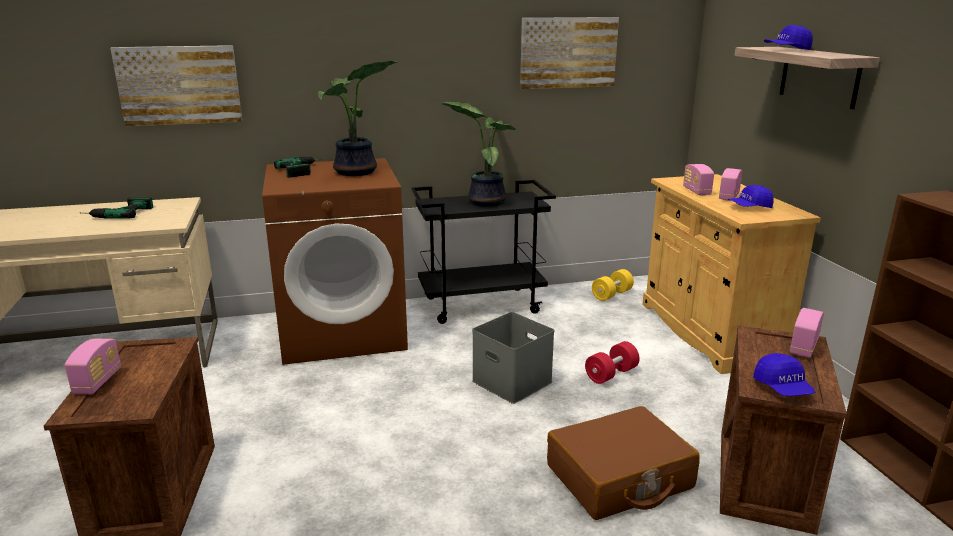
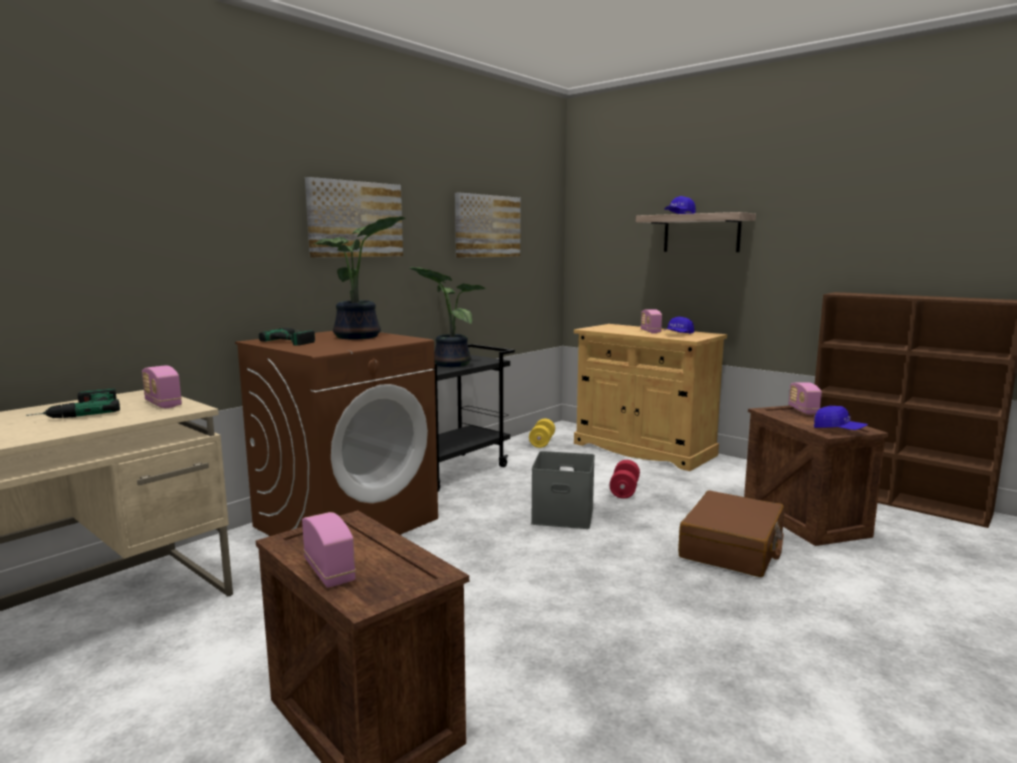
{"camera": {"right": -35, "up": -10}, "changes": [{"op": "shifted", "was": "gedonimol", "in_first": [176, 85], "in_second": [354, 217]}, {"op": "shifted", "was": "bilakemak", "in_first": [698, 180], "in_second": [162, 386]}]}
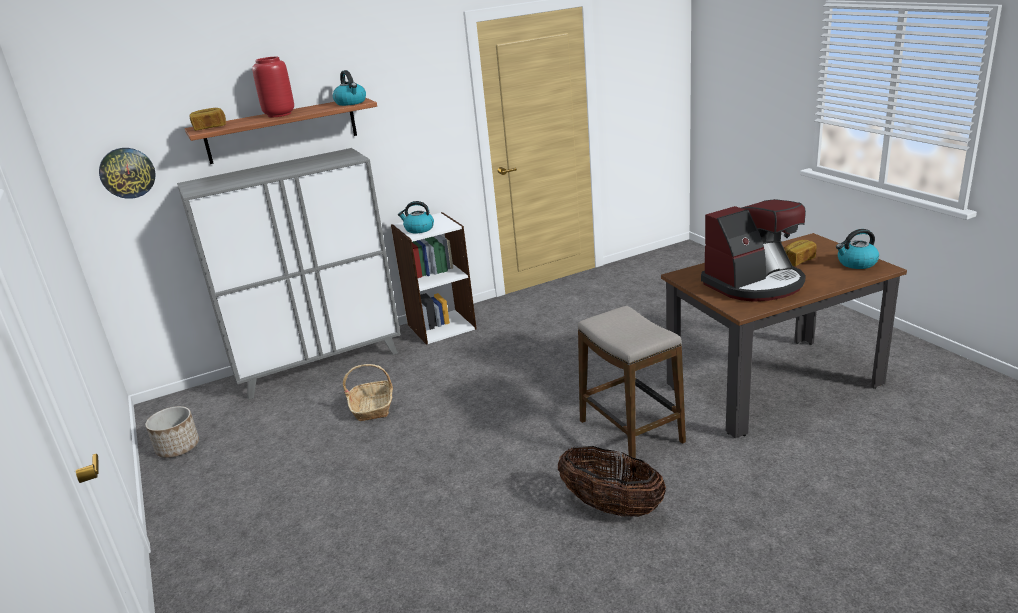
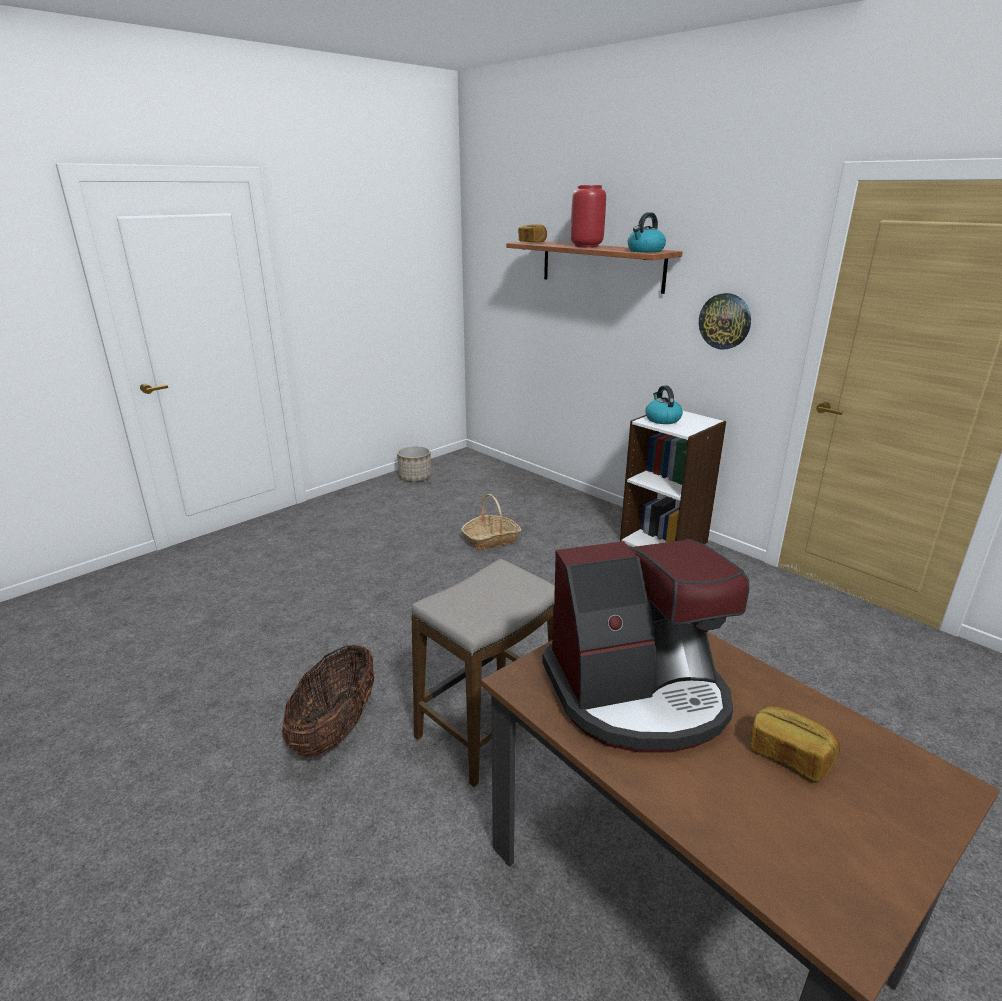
{"camera": {"right": 70, "up": 0}, "changes": [{"op": "shifted", "was": "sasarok", "in_first": [127, 173], "in_second": [725, 321]}, {"op": "gone", "was": "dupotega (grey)", "in_first": [289, 274]}, {"op": "rotated", "was": "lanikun", "in_first": [753, 250], "in_second": [645, 645], "clockwise": -60}, {"op": "gone", "was": "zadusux", "in_first": [857, 249]}]}
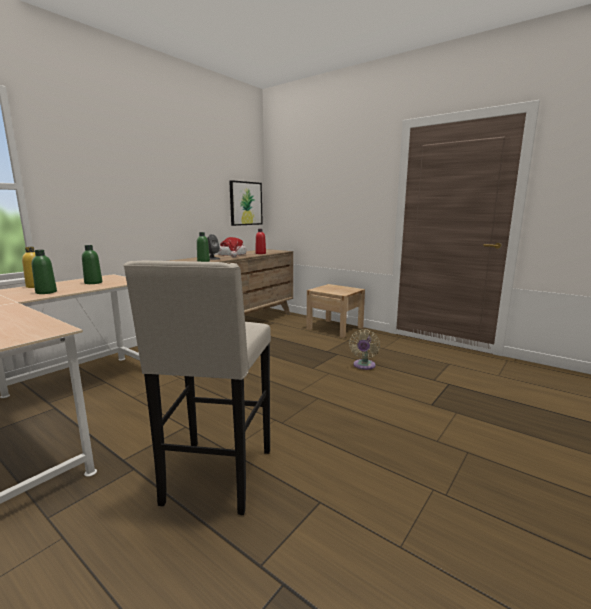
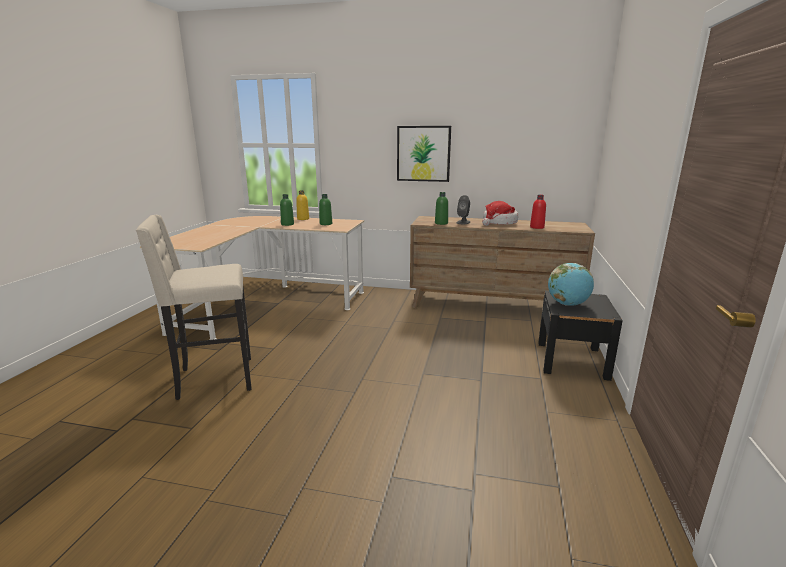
{"camera": {"right": 65, "up": 5}, "changes": [{"op": "shifted", "was": "gedonimol", "in_first": [246, 203], "in_second": [424, 154]}, {"op": "repainted", "was": "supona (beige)", "now": "supona (black)", "in_first": [336, 311], "in_second": [580, 336]}, {"op": "gone", "was": "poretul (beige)", "in_first": [364, 349]}, {"op": "new", "now": "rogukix", "in_second": [571, 284]}]}
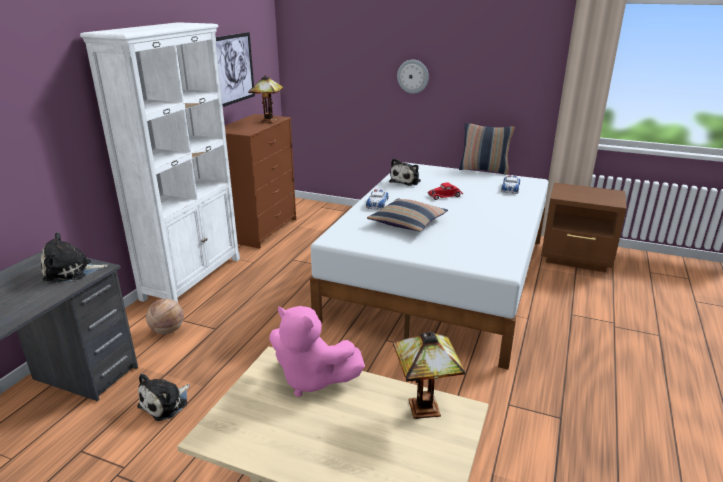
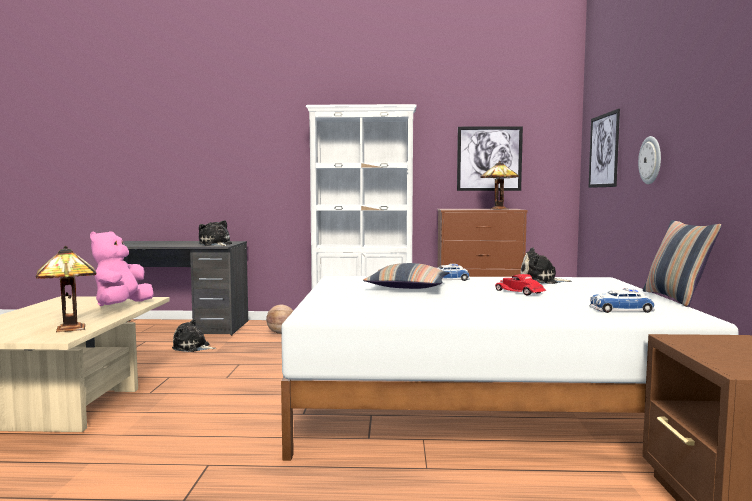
{"camera": {"right": 70, "up": -20}, "changes": [{"op": "new", "now": "gedonimol", "in_second": [604, 148]}]}
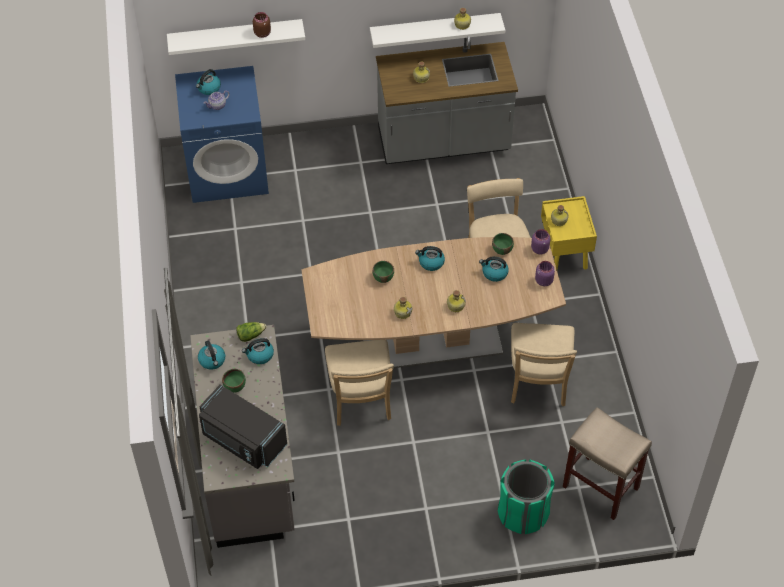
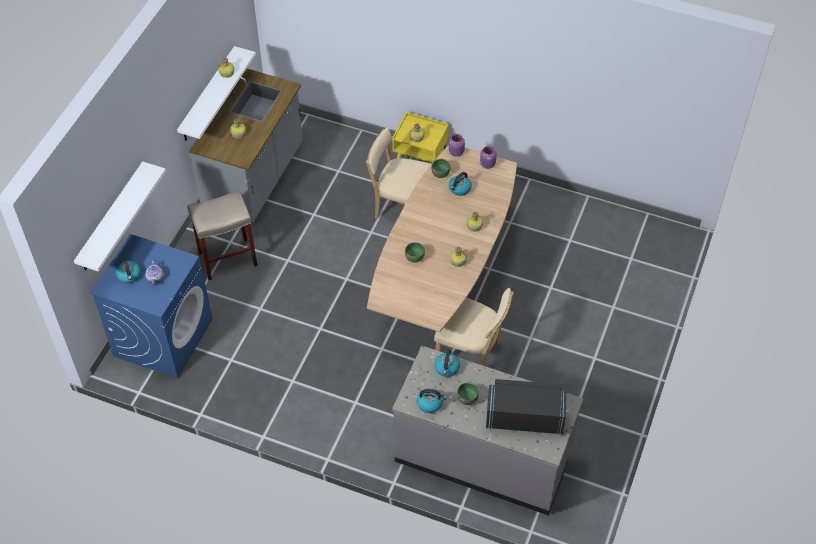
{"camera": {"right": -60, "up": 0}, "changes": [{"op": "gone", "was": "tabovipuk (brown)", "in_first": [262, 25]}, {"op": "gone", "was": "zadusux", "in_first": [430, 258]}, {"op": "gone", "was": "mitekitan", "in_first": [251, 332]}, {"op": "gone", "was": "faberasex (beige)", "in_first": [544, 364]}, {"op": "rotated", "was": "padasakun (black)", "in_first": [243, 426], "in_second": [526, 407], "clockwise": -150}, {"op": "shifted", "was": "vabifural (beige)", "in_first": [607, 463], "in_second": [222, 235]}, {"op": "gone", "was": "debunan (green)", "in_first": [526, 496]}]}
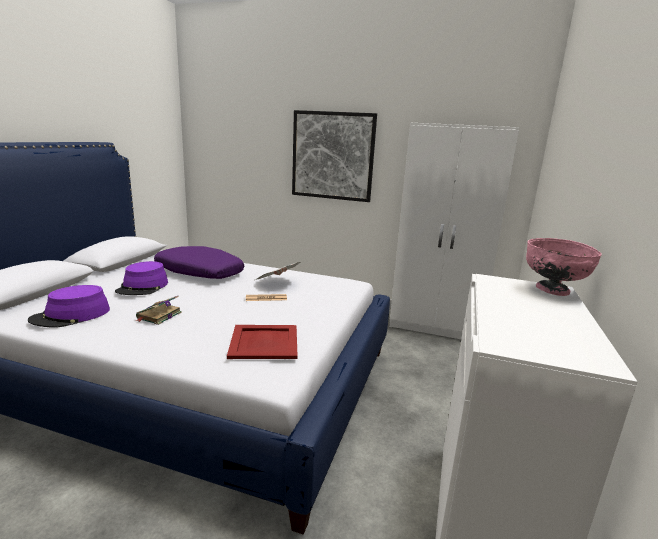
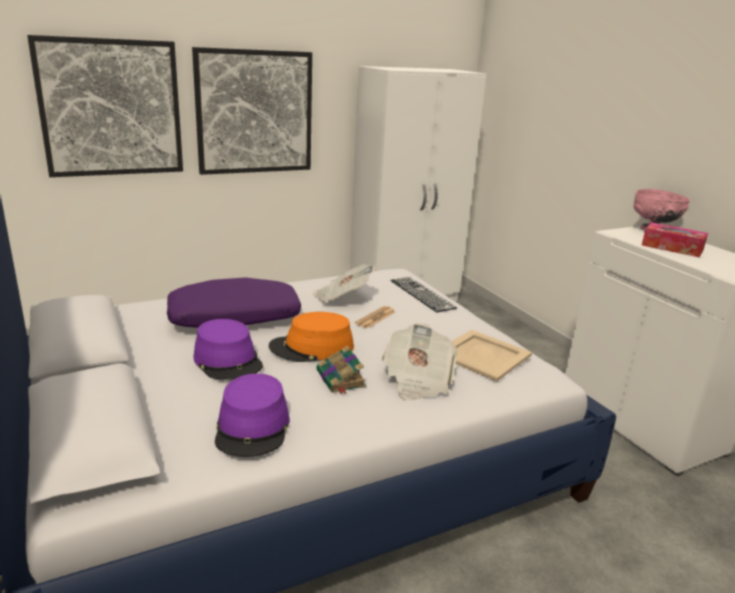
{"camera": {"right": -45, "up": 5}, "changes": [{"op": "repainted", "was": "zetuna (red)", "now": "zetuna (beige)", "in_first": [262, 342], "in_second": [492, 355]}, {"op": "new", "now": "gedonimol", "in_second": [105, 106]}, {"op": "new", "now": "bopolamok", "in_second": [675, 239]}, {"op": "new", "now": "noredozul", "in_second": [423, 294]}, {"op": "new", "now": "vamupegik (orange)", "in_second": [311, 337]}, {"op": "new", "now": "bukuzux", "in_second": [420, 361]}]}
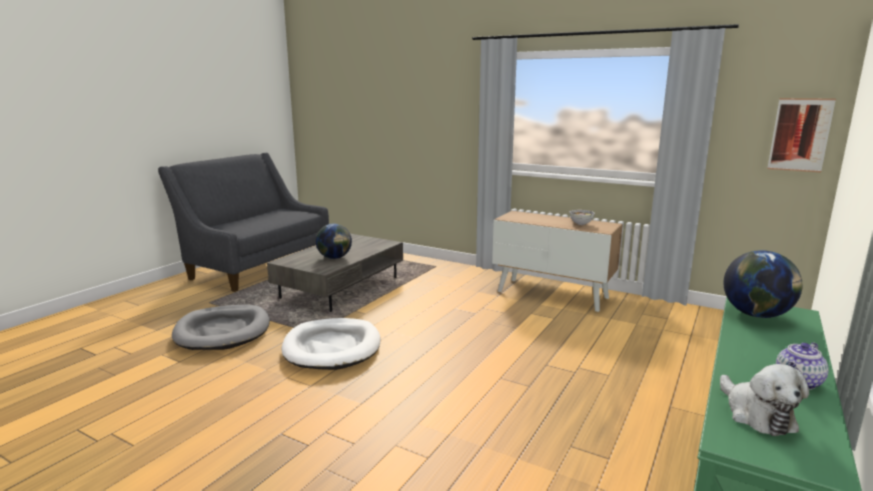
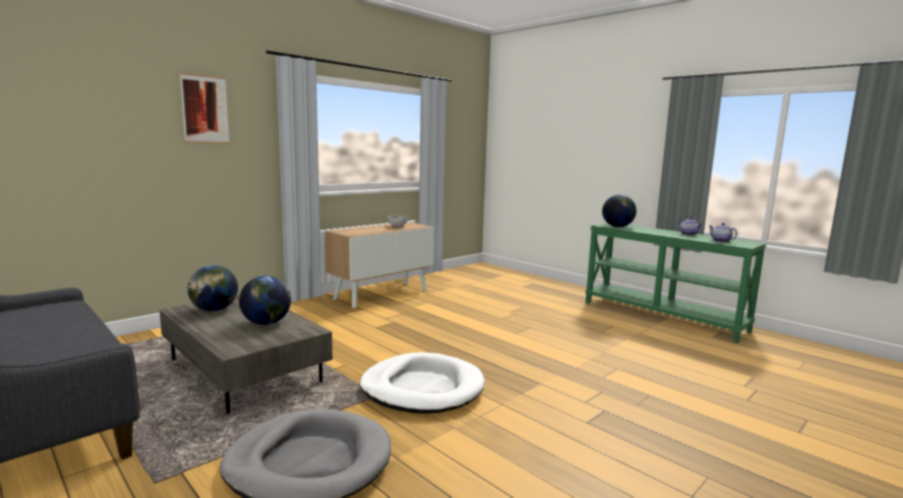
{"camera": {"right": -75, "up": -5}, "changes": [{"op": "shifted", "was": "gedonimol", "in_first": [801, 135], "in_second": [204, 108]}, {"op": "swapped", "was": "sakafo", "now": "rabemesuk", "in_first": [764, 400], "in_second": [723, 232]}, {"op": "new", "now": "rogukix", "in_second": [213, 288]}]}
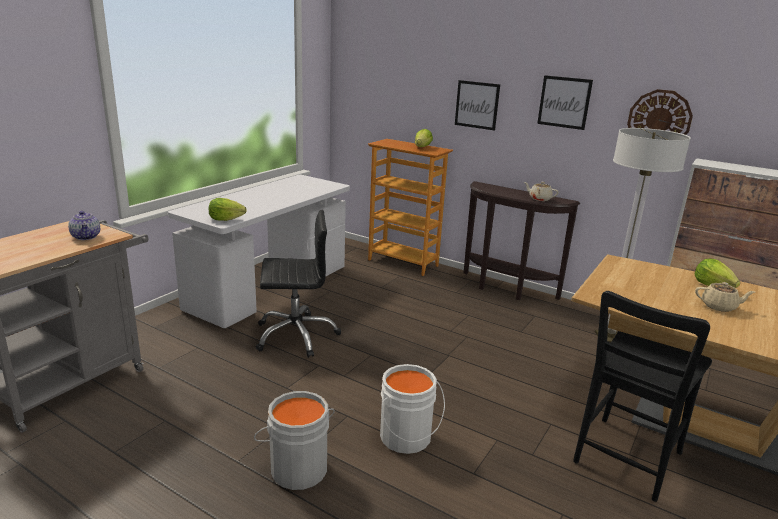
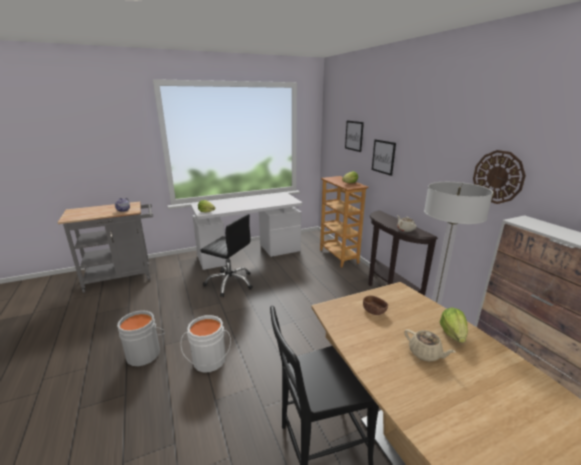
{"camera": {"right": 35, "up": 0}, "changes": [{"op": "shifted", "was": "gedonimol", "in_first": [565, 102], "in_second": [354, 136]}, {"op": "new", "now": "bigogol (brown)", "in_second": [375, 305]}]}
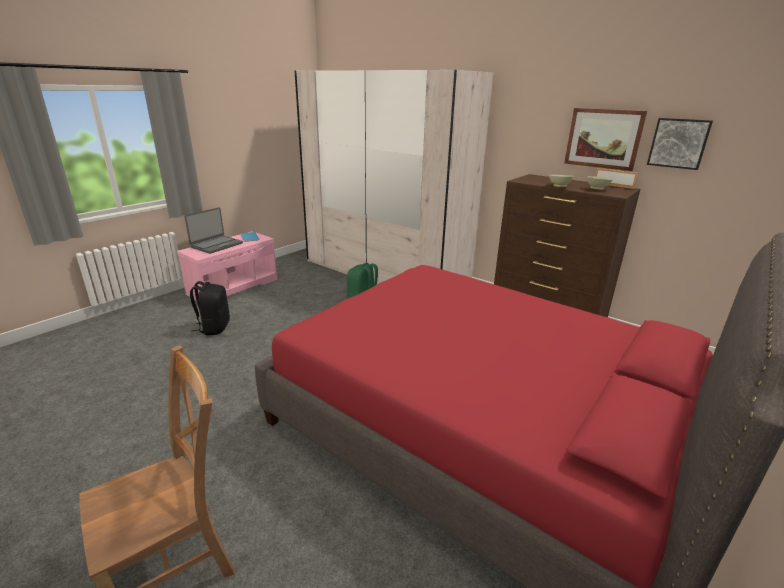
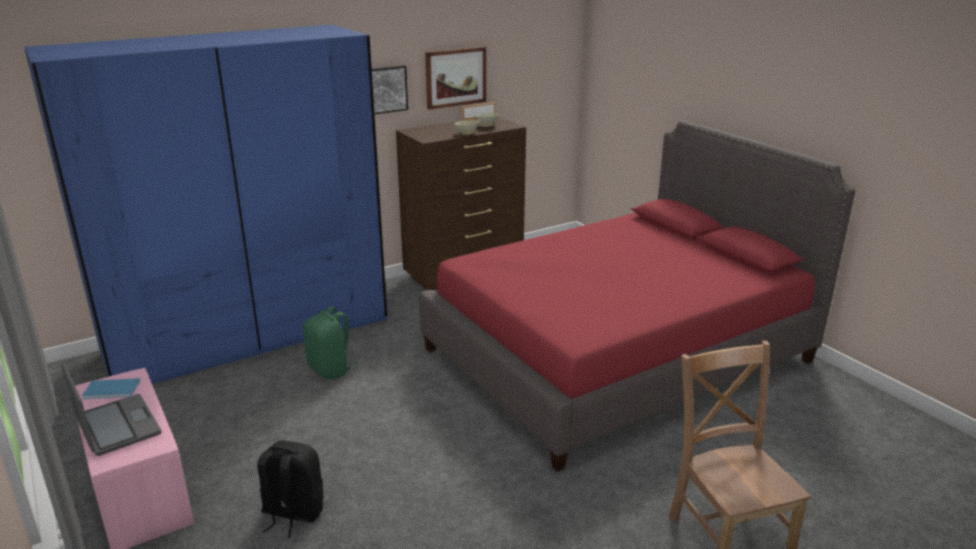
{"camera": {"right": -70, "up": 0}, "changes": [{"op": "repainted", "was": "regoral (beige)", "now": "regoral (blue)", "in_first": [394, 177], "in_second": [205, 204]}, {"op": "shifted", "was": "gedonimol", "in_first": [680, 144], "in_second": [390, 89]}]}
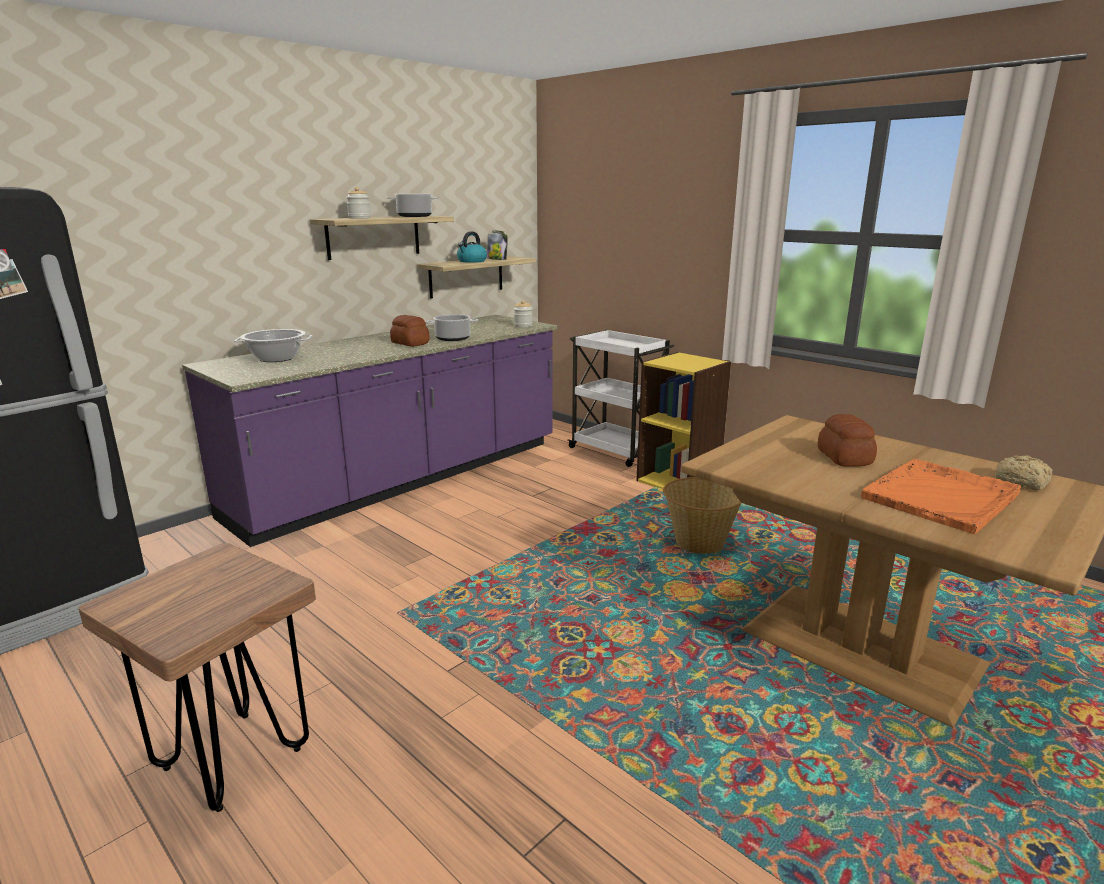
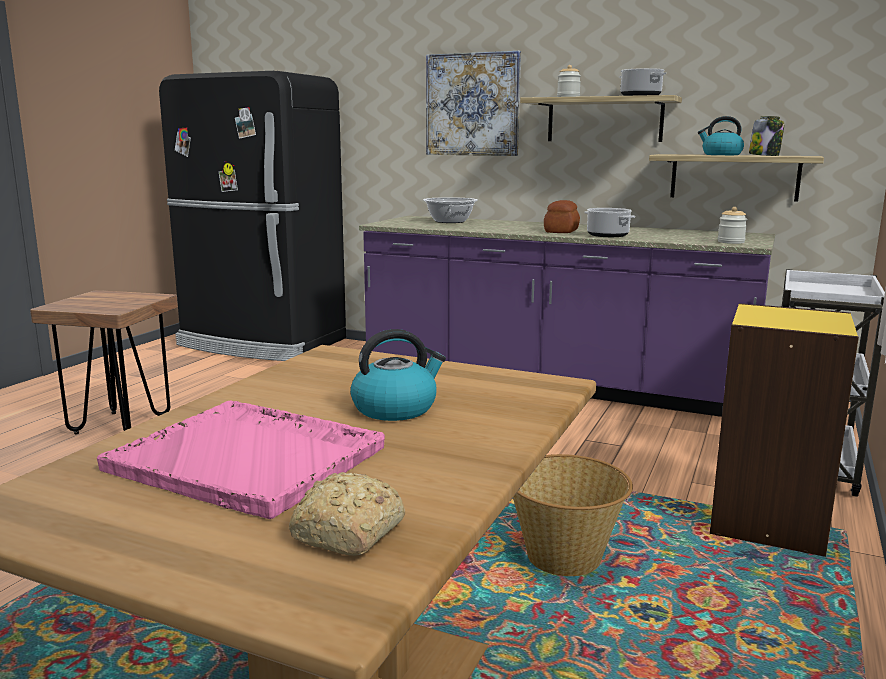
{"camera": {"right": 70, "up": -5}, "changes": [{"op": "swapped", "was": "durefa", "now": "zadusux", "in_first": [847, 440], "in_second": [398, 375]}, {"op": "repainted", "was": "zetuna (orange)", "now": "zetuna (pink)", "in_first": [941, 496], "in_second": [241, 460]}, {"op": "new", "now": "gedonimol", "in_second": [473, 103]}]}
